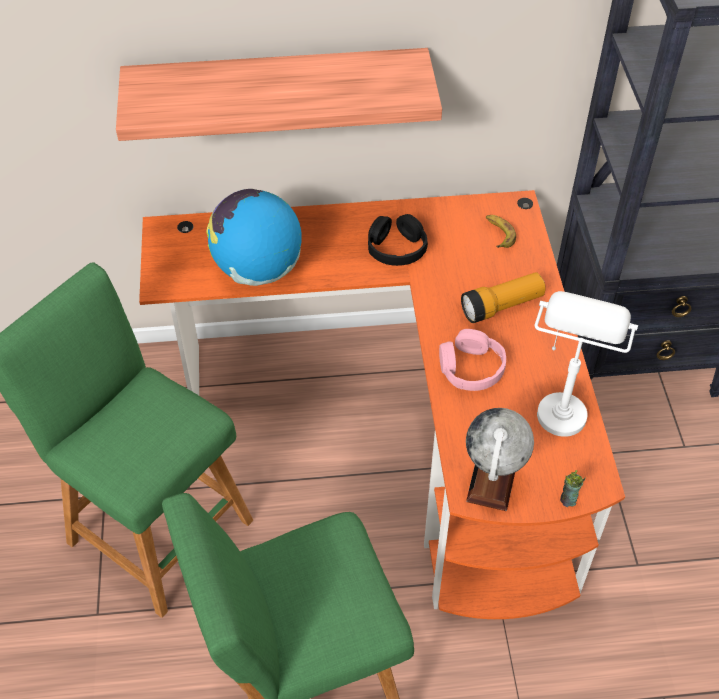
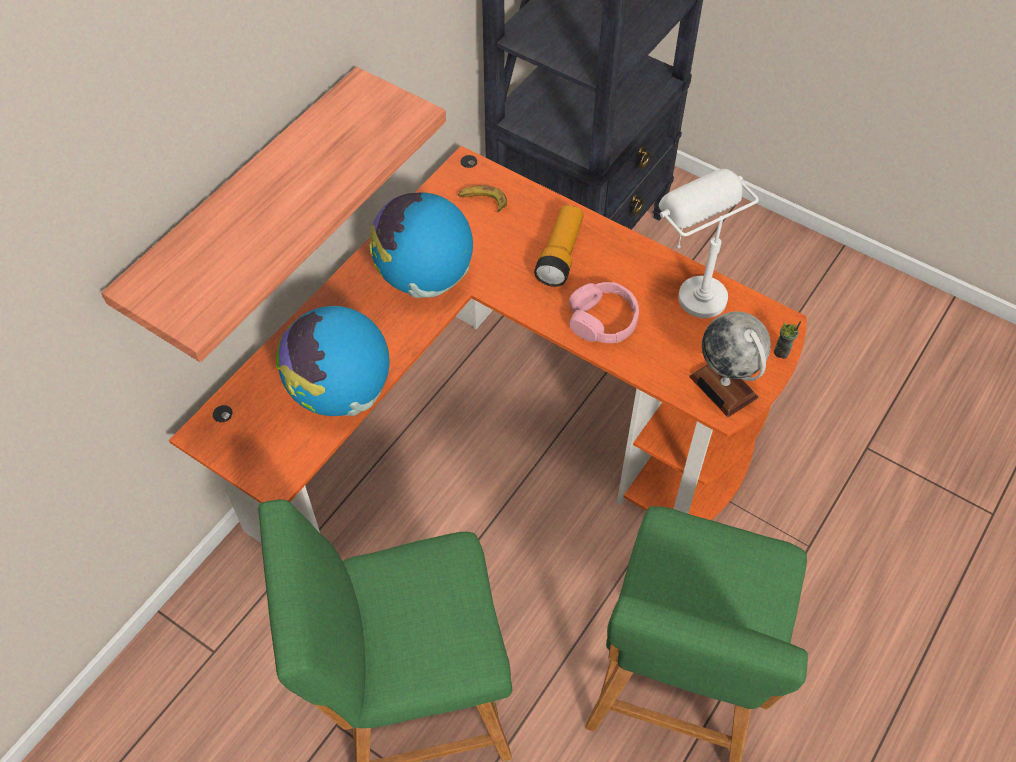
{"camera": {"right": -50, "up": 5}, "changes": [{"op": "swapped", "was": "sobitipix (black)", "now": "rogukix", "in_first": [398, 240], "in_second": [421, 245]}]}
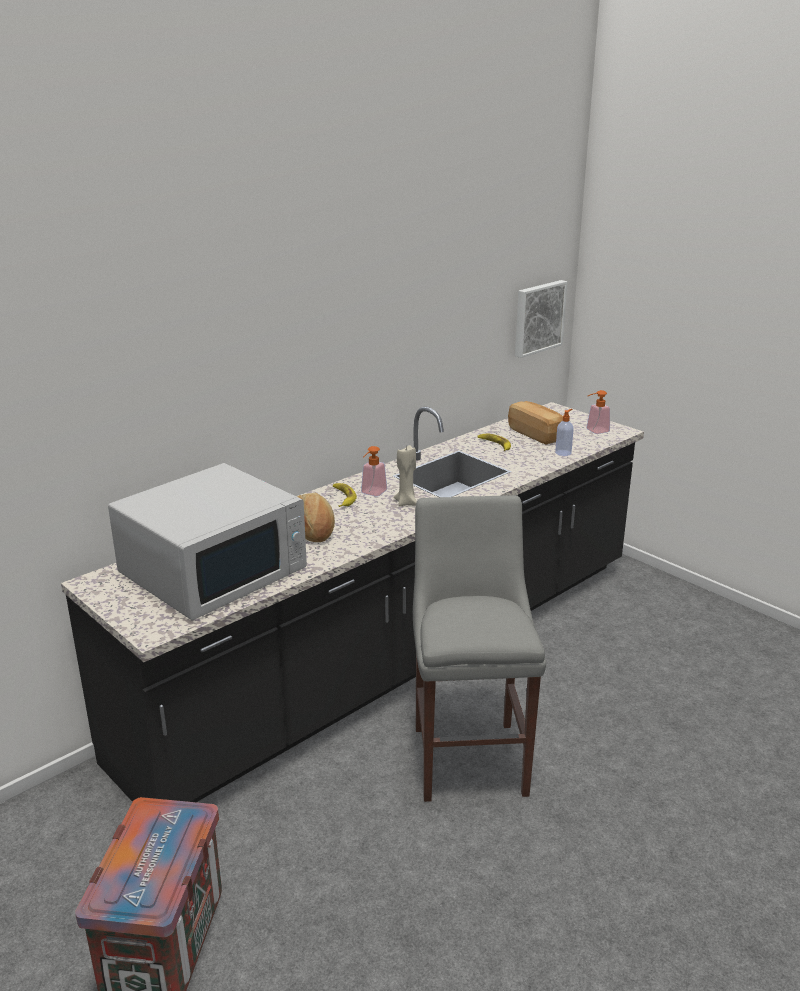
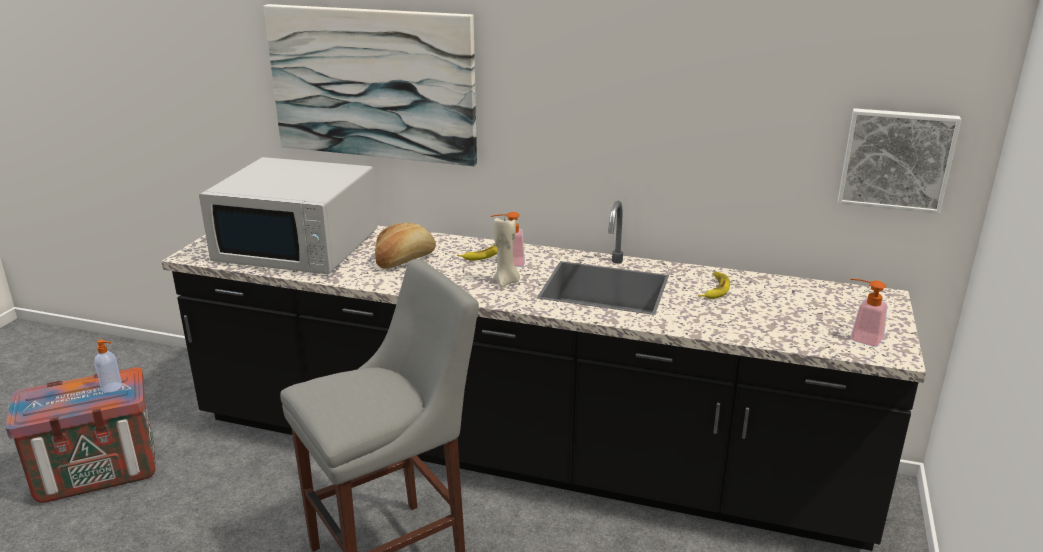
{"camera": {"right": 60, "up": 0}, "changes": [{"op": "gone", "was": "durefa", "in_first": [535, 423]}, {"op": "shifted", "was": "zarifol", "in_first": [564, 432], "in_second": [108, 366]}, {"op": "new", "now": "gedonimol", "in_second": [370, 85]}]}
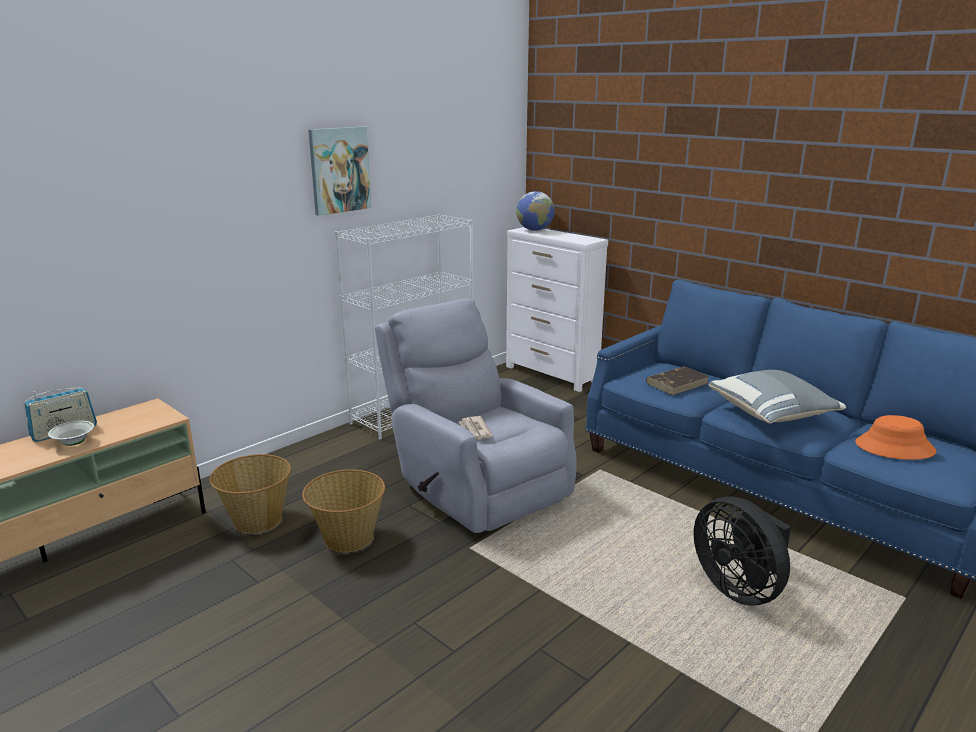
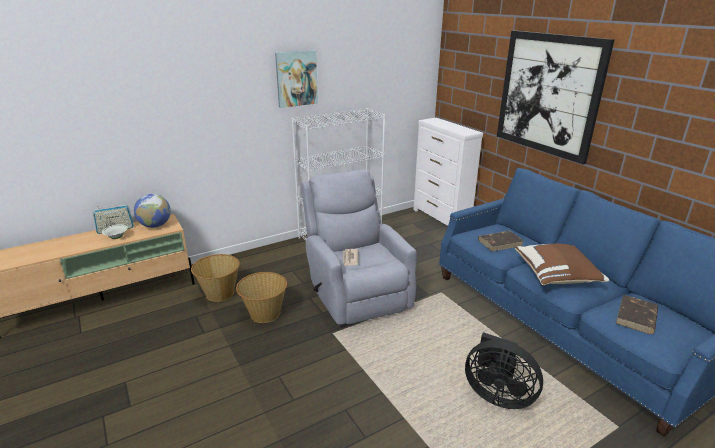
{"camera": {"right": 15, "up": 5}, "changes": [{"op": "shifted", "was": "rogukix", "in_first": [535, 211], "in_second": [152, 211]}, {"op": "repainted", "was": "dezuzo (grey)", "now": "dezuzo (brown)", "in_first": [777, 397], "in_second": [562, 264]}, {"op": "swapped", "was": "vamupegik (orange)", "now": "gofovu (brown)", "in_first": [896, 437], "in_second": [637, 314]}, {"op": "rotated", "was": "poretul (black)", "in_first": [742, 550], "in_second": [504, 370], "clockwise": -45}, {"op": "new", "now": "gedonimol", "in_second": [556, 97]}]}
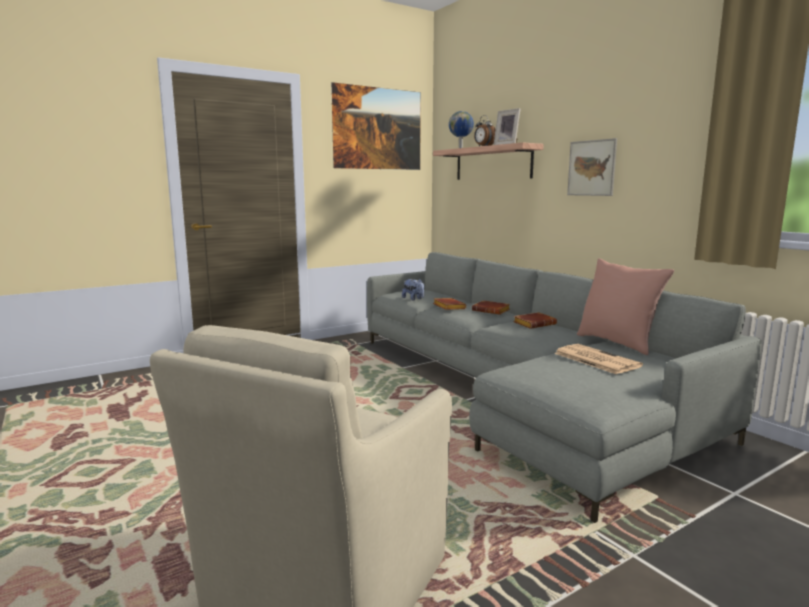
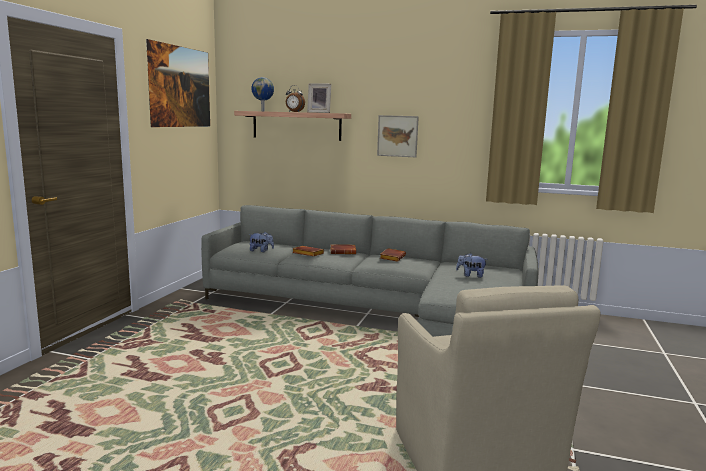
{"camera": {"right": -40, "up": 0}, "changes": [{"op": "gone", "was": "dezuzo (pink)", "in_first": [625, 306]}, {"op": "swapped", "was": "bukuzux", "now": "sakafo", "in_first": [598, 359], "in_second": [472, 265]}]}
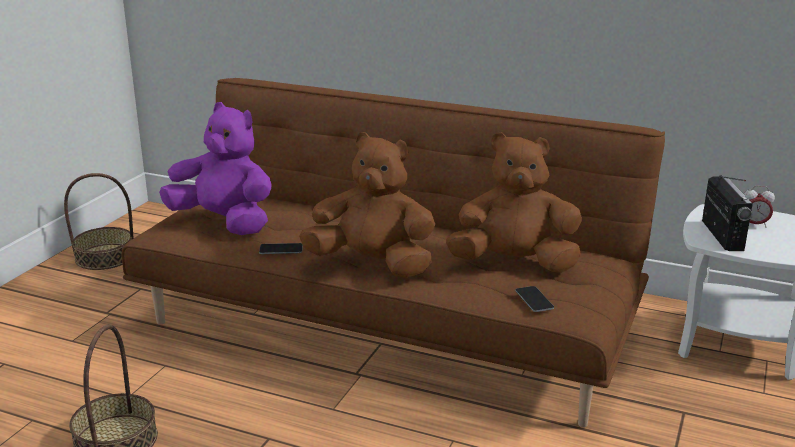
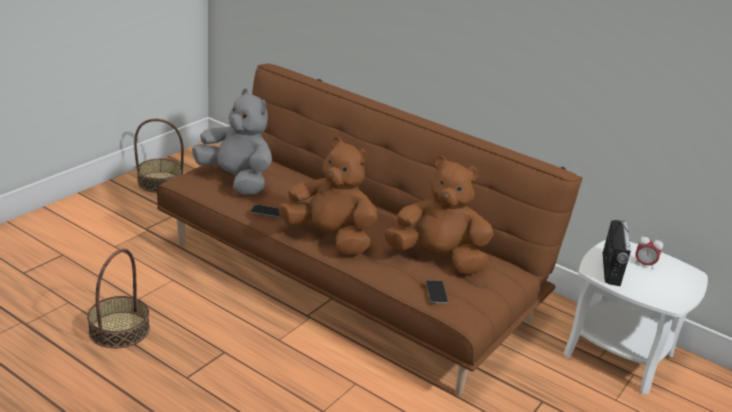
{"camera": {"right": 10, "up": 5}, "changes": [{"op": "repainted", "was": "sakafo (purple)", "now": "sakafo (grey)", "in_first": [215, 168], "in_second": [232, 142]}]}
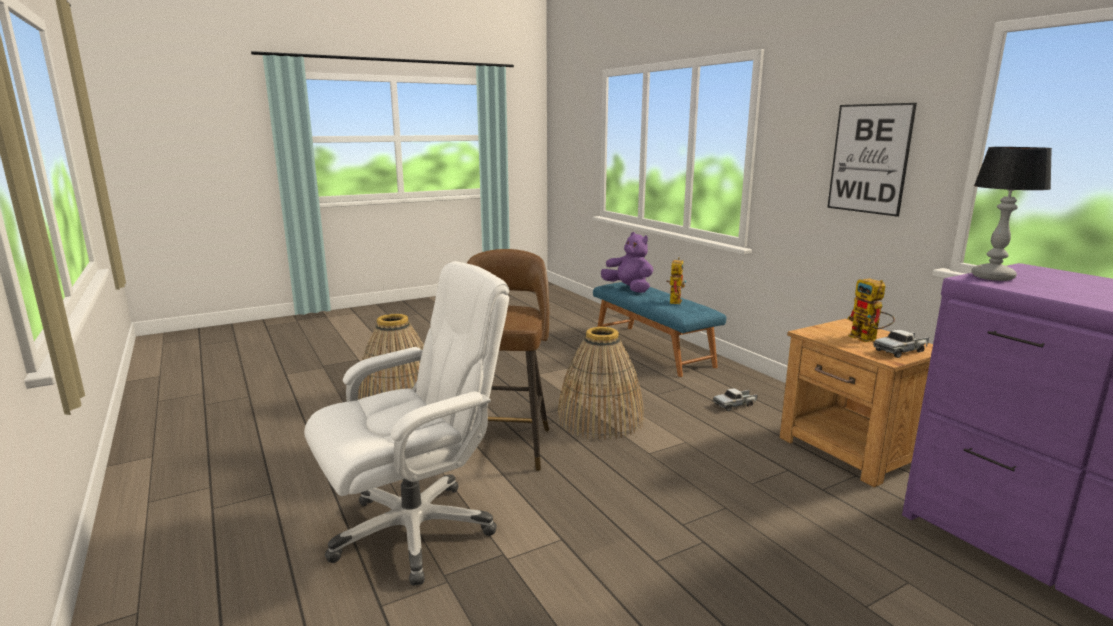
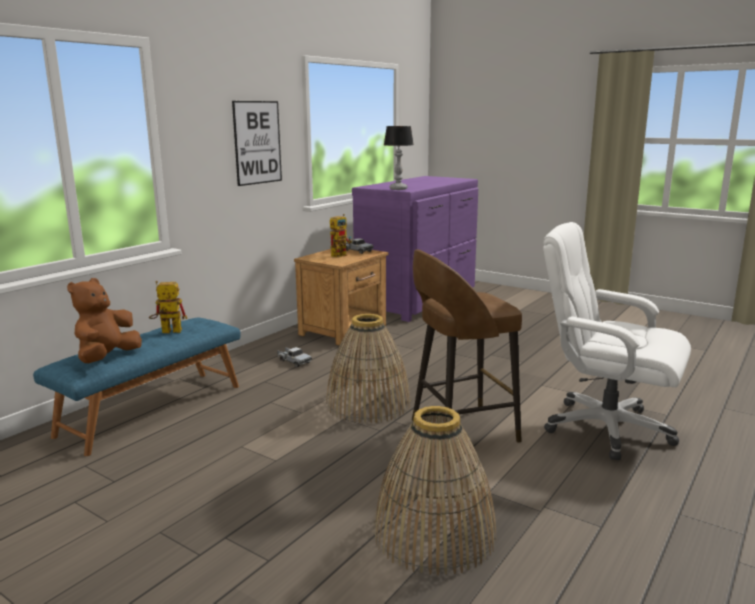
{"camera": {"right": -115, "up": 0}, "changes": [{"op": "repainted", "was": "sakafo (purple)", "now": "sakafo (brown)", "in_first": [627, 262], "in_second": [104, 320]}]}
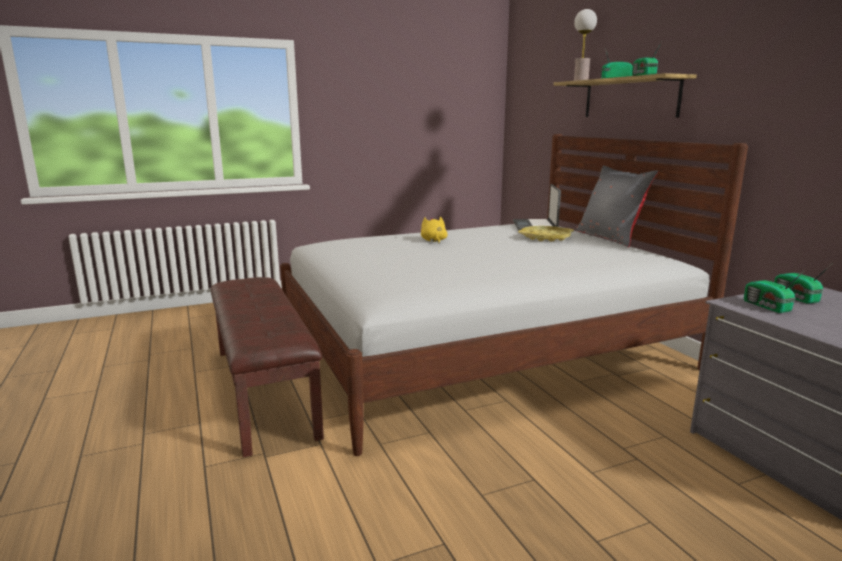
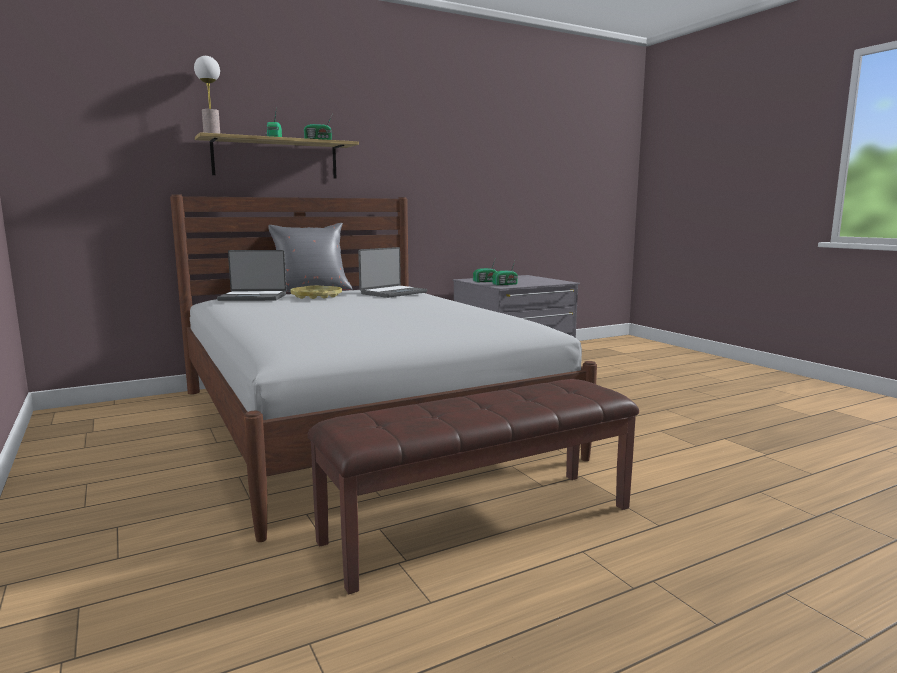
{"camera": {"right": -95, "up": -5}, "changes": [{"op": "gone", "was": "sakafo (yellow)", "in_first": [434, 230]}, {"op": "new", "now": "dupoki", "in_second": [392, 272]}]}
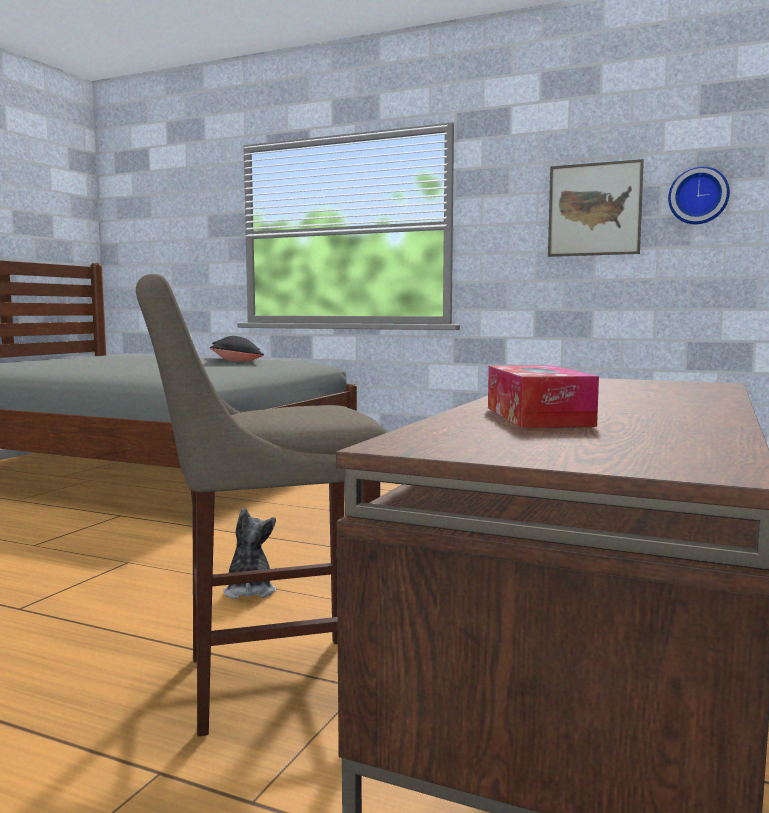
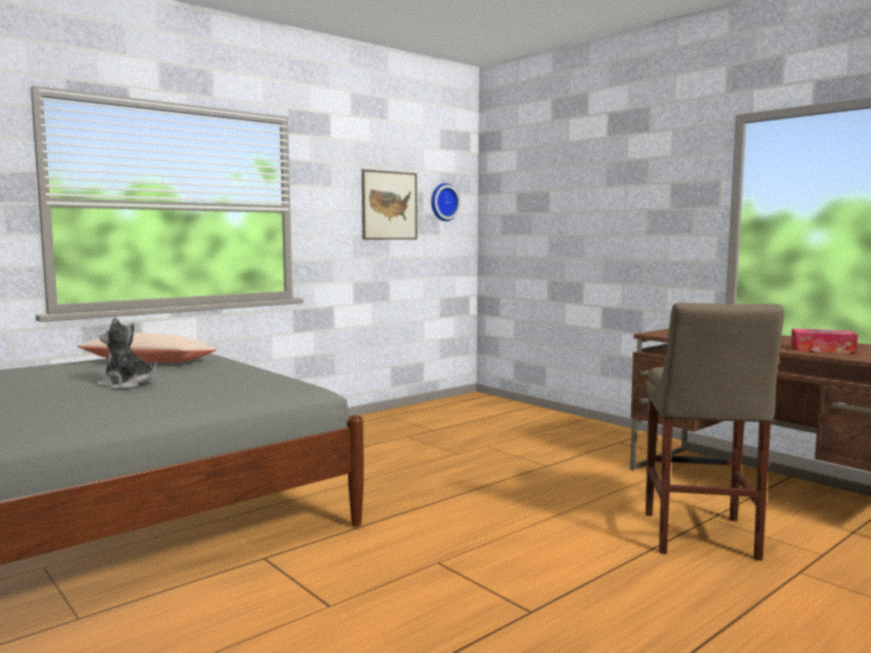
{"camera": {"right": -65, "up": 0}, "changes": [{"op": "repainted", "was": "dezuzo (black)", "now": "dezuzo (beige)", "in_first": [237, 349], "in_second": [146, 348]}, {"op": "shifted", "was": "sakafo", "in_first": [249, 553], "in_second": [126, 353]}]}
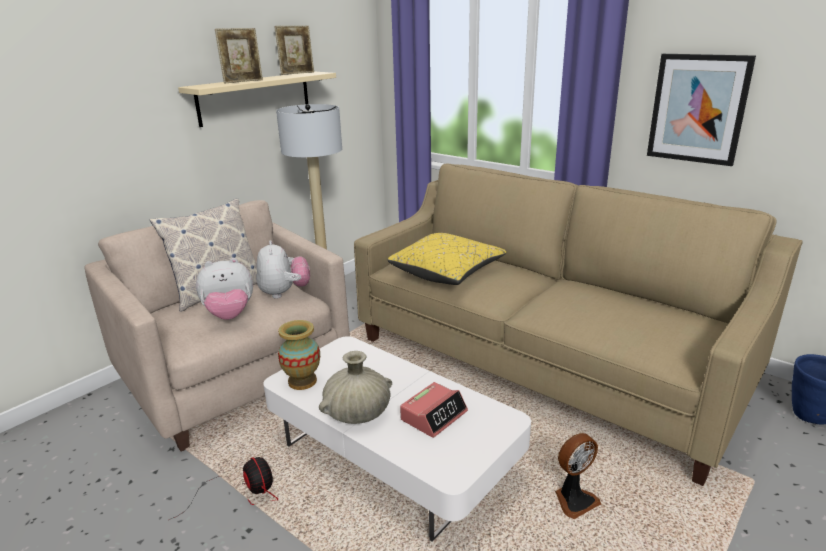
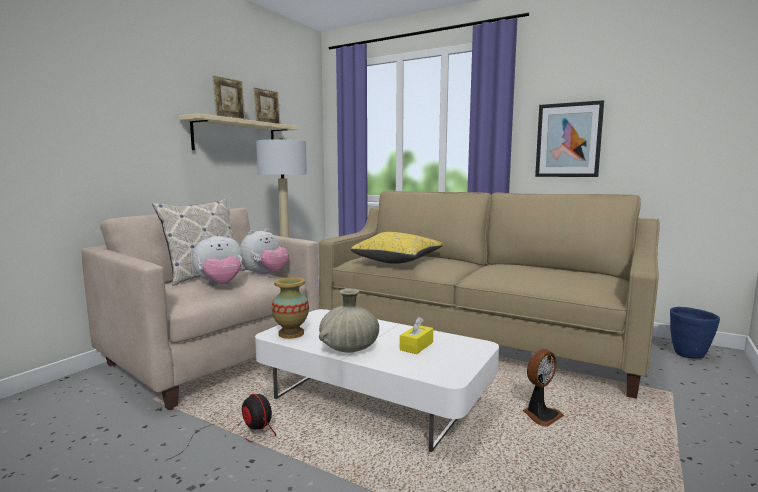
{"camera": {"right": -10, "up": -15}, "changes": [{"op": "rotated", "was": "sakafo", "in_first": [283, 269], "in_second": [264, 252], "clockwise": 60}, {"op": "swapped", "was": "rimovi", "now": "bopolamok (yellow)", "in_first": [434, 410], "in_second": [416, 335]}]}
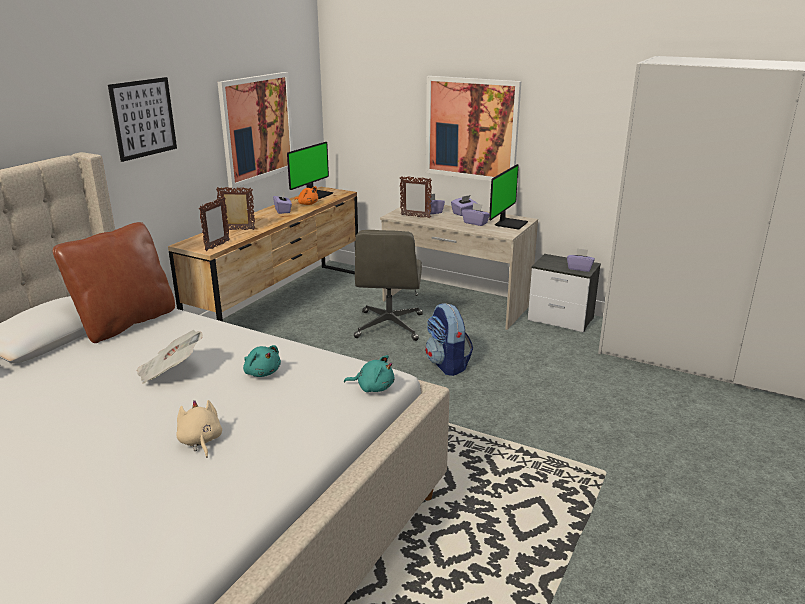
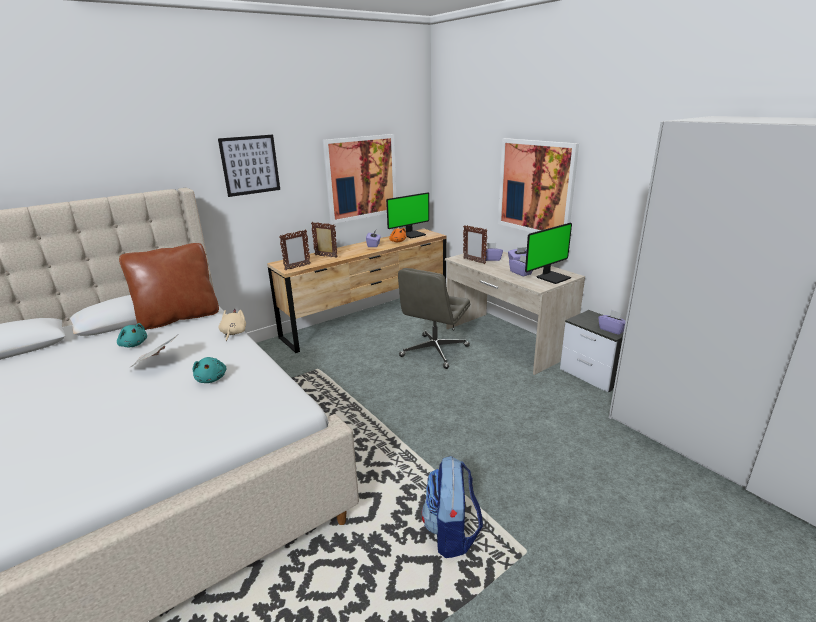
{"camera": {"right": 25, "up": 0}, "changes": [{"op": "shifted", "was": "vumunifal", "in_first": [449, 339], "in_second": [452, 507]}, {"op": "shifted", "was": "sakafo (turquoise)", "in_first": [369, 373], "in_second": [132, 335]}, {"op": "shifted", "was": "sakafo (beige)", "in_first": [199, 429], "in_second": [232, 325]}]}
